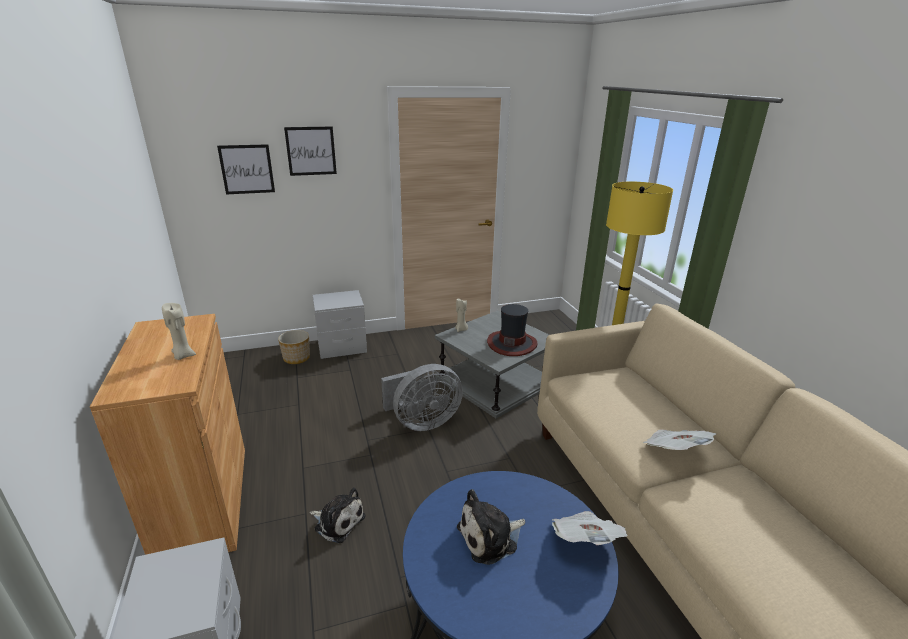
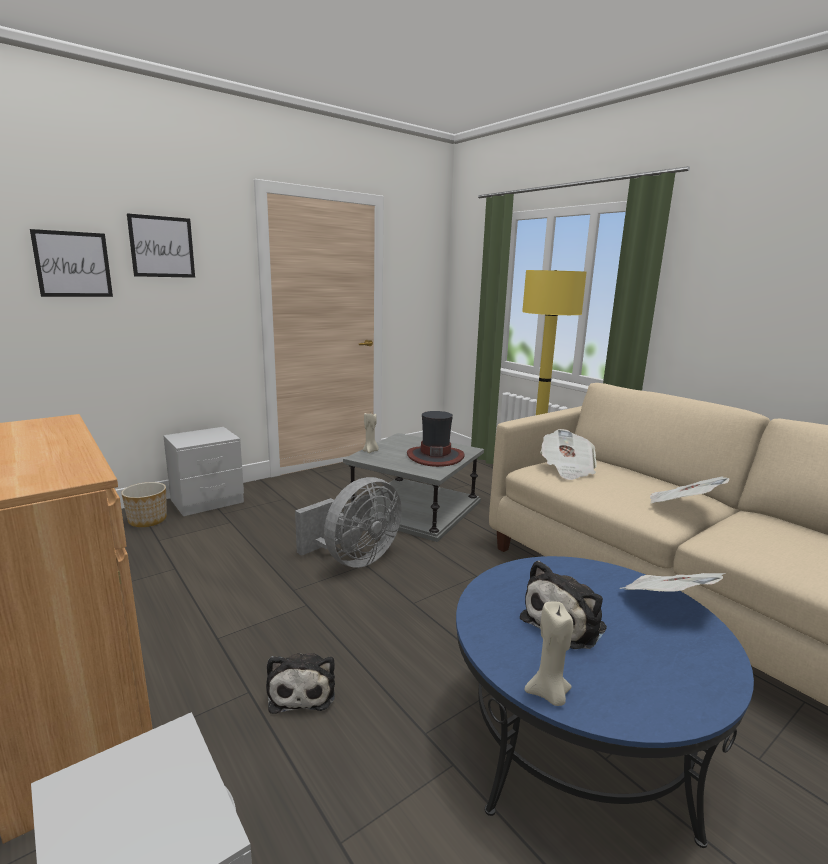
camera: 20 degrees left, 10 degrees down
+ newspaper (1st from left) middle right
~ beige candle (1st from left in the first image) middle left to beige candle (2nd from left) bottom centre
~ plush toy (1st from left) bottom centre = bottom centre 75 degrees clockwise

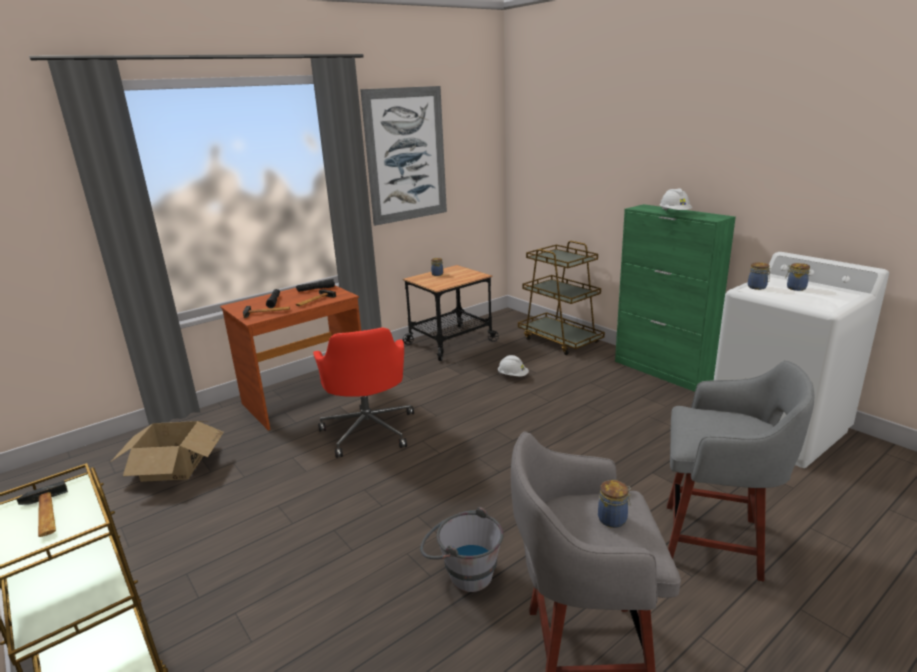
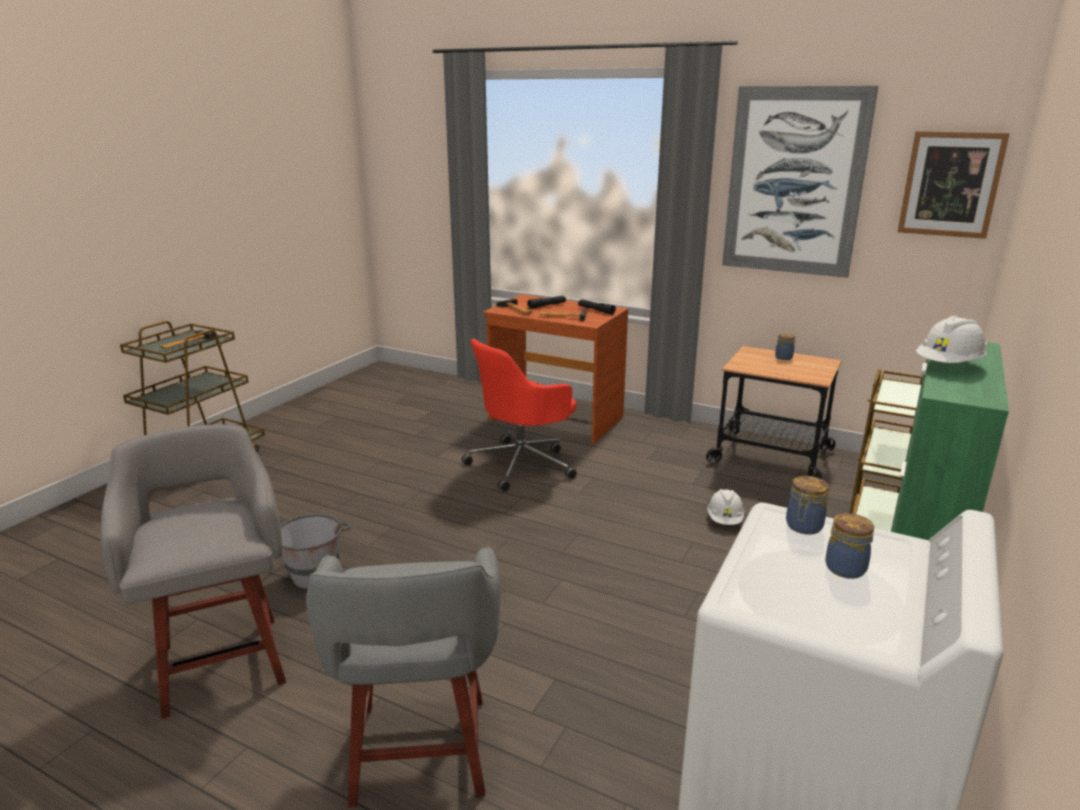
camera: 65 degrees right, 0 degrees up
- cardboard box bottom left
- jar (2nd from left) bottom right
+ picture (2nd from left) top right

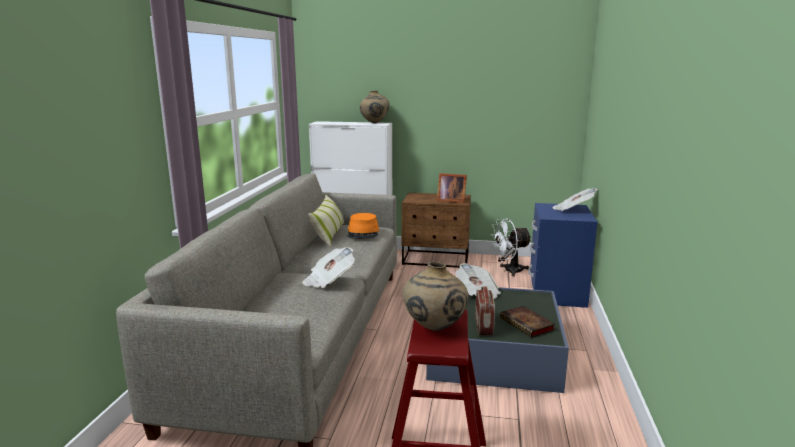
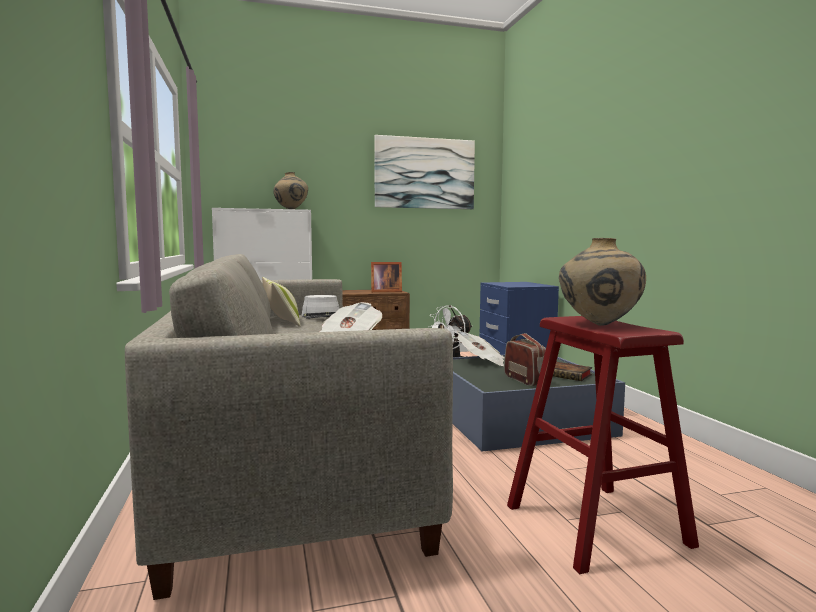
camera: 25 degrees left, 10 degrees down
- newspaper (3rd from left) middle right
+ picture top centre
~ orange hat centre to grey hat centre

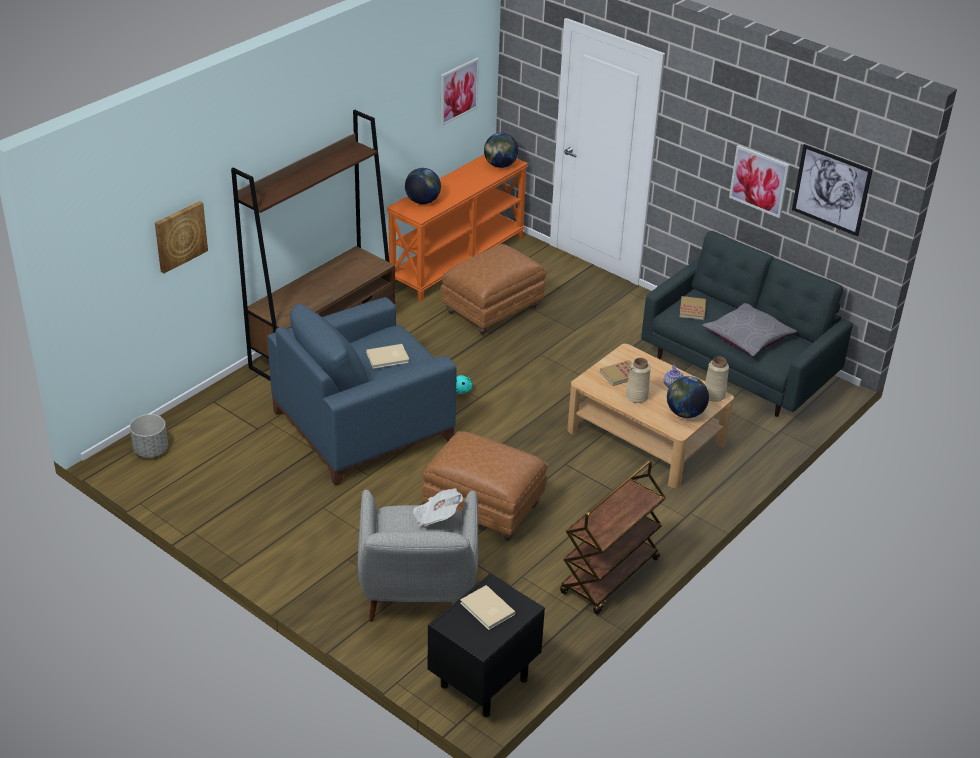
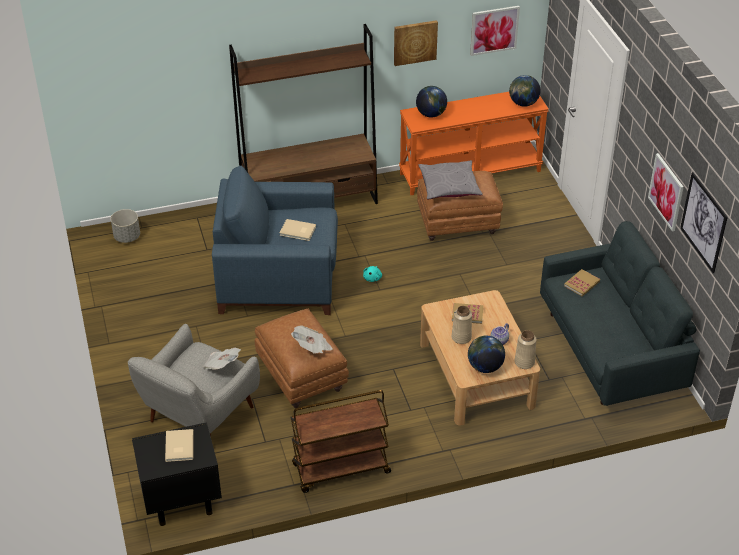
camera: 35 degrees right, 5 degrees up
+ newspaper (2nd from left) centre
~ picture (1st from left) top left to top centre
~ grey pillow middle right to top centre

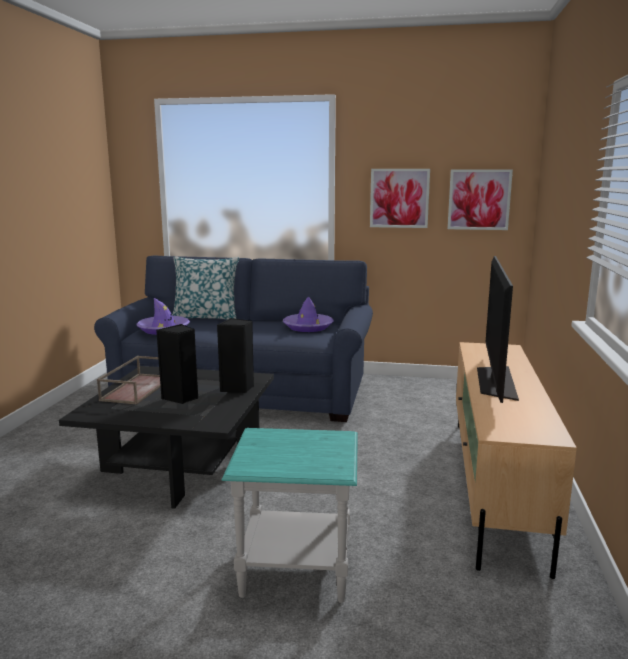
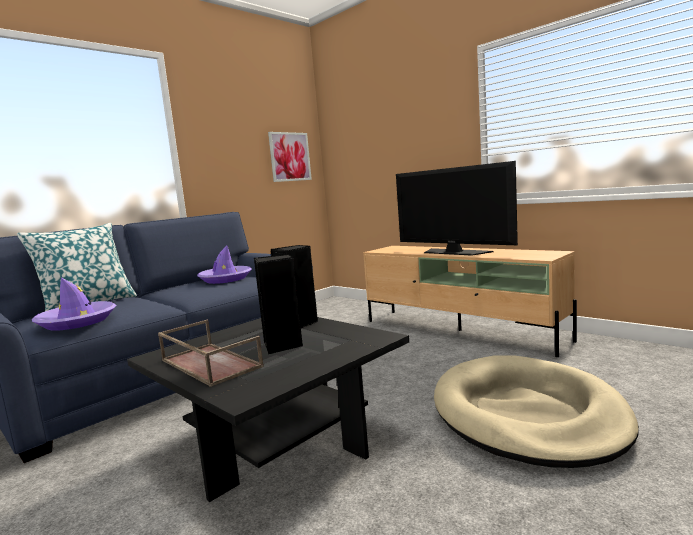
camera: 55 degrees left, 5 degrees down
- picture (1st from left) top centre
~ turquoise side table bottom centre to beige dog bed bottom right

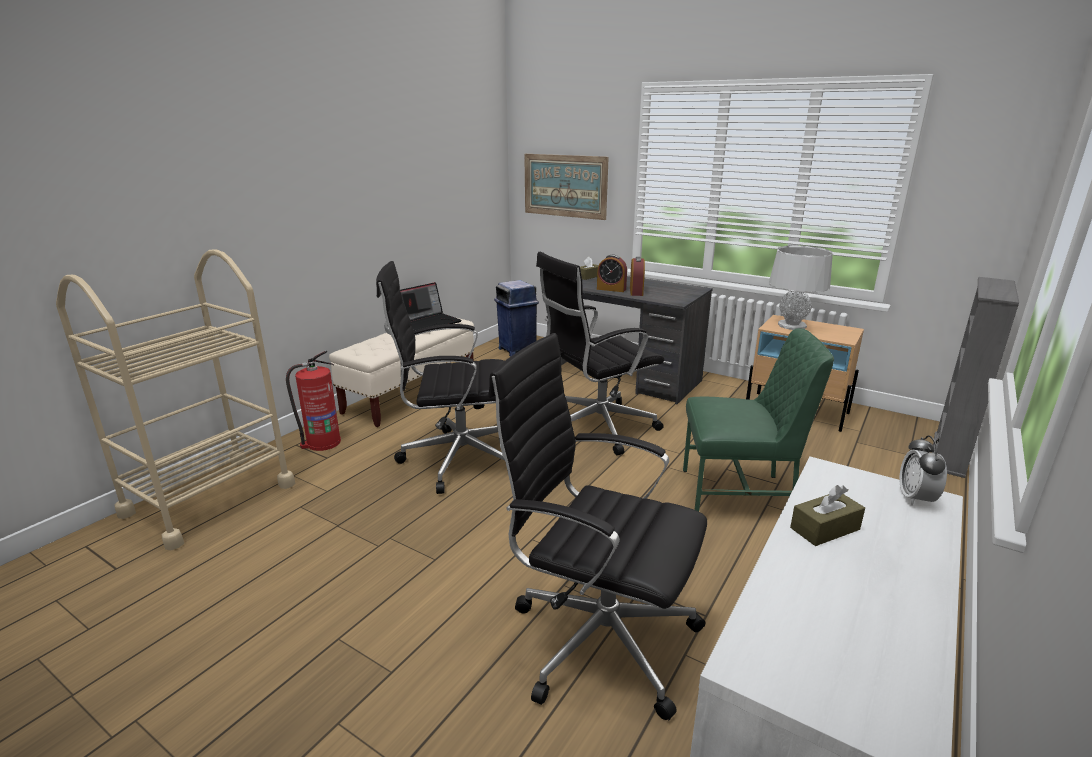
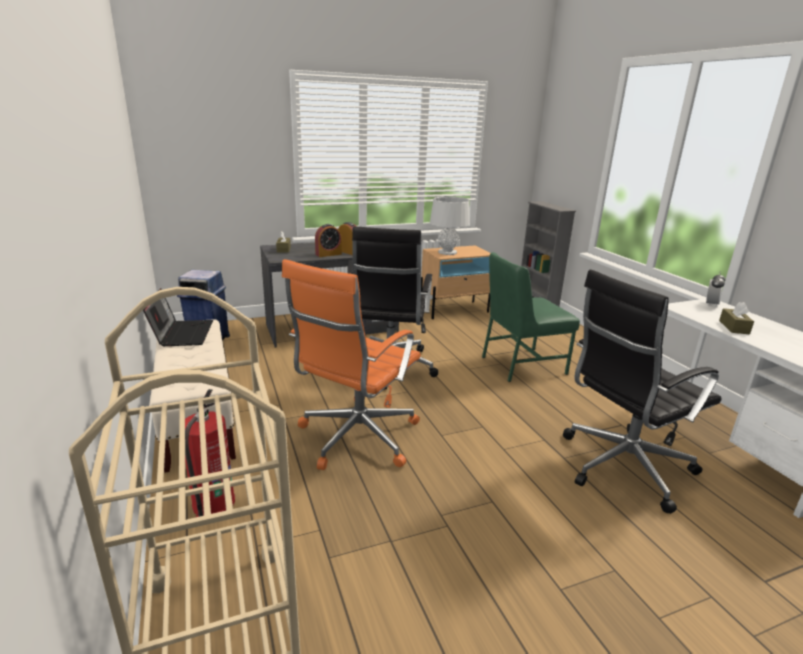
camera: 55 degrees left, 0 degrees up
- picture top centre
~ black office chair (1st from left) centre to orange office chair centre
~ green chair middle right = centre 150 degrees counterclockwise
~ alarm clock (3rd from left) middle right = middle right 105 degrees counterclockwise

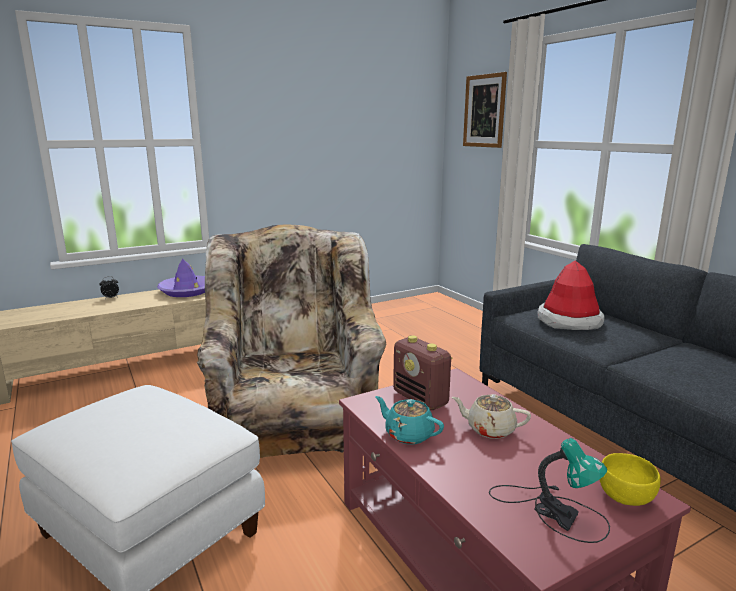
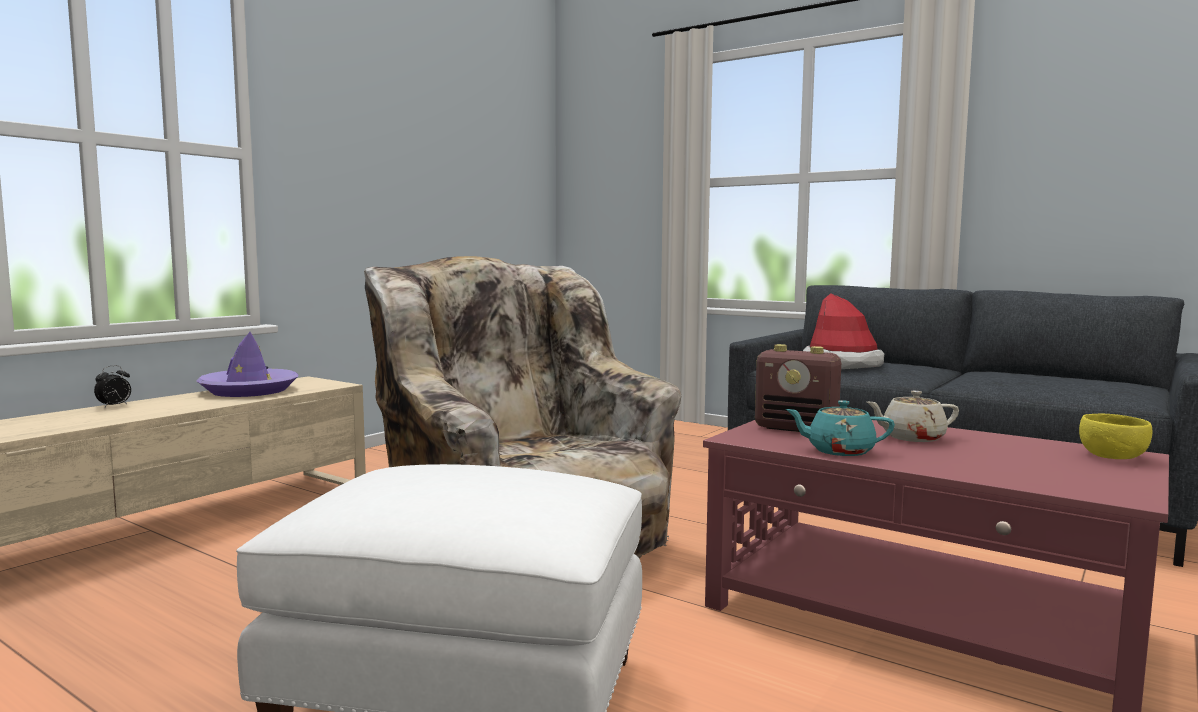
camera: 25 degrees left, 10 degrees down
- picture top centre
- table lamp bottom right

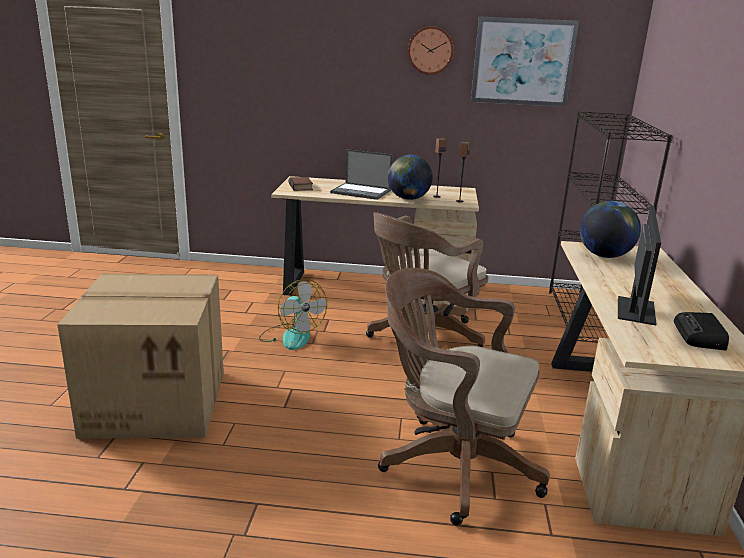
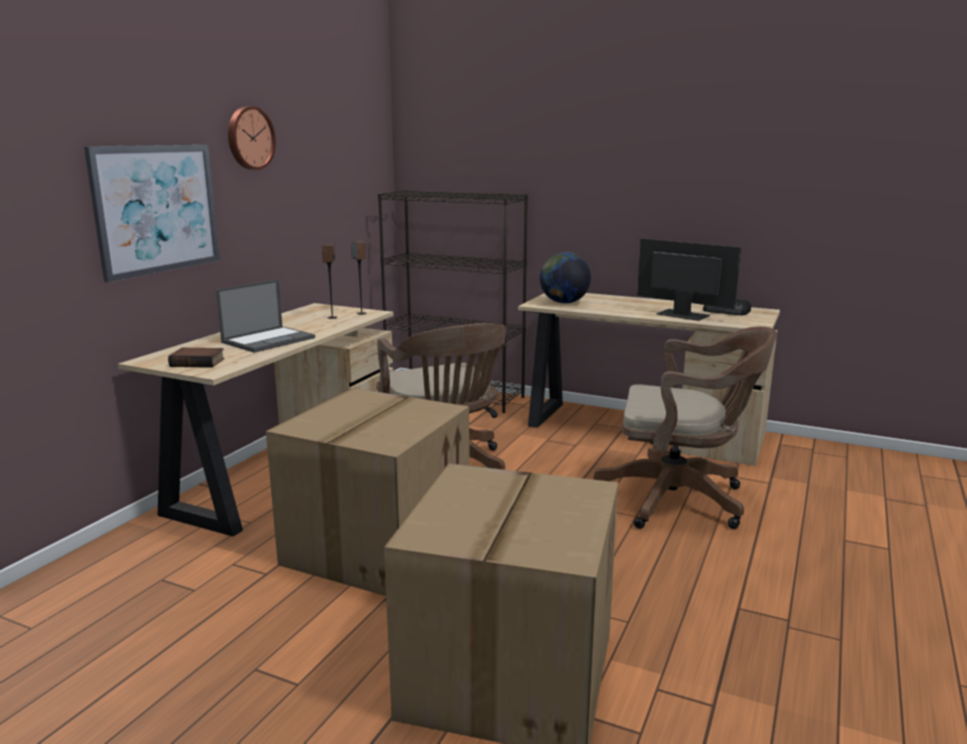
camera: 70 degrees left, 5 degrees down
- globe (1st from left) top centre
~ picture top right to top left
~ fan centre to cardboard box (1st from left) centre
~ brown office chair (2nd from left) bottom centre = middle right 120 degrees counterclockwise

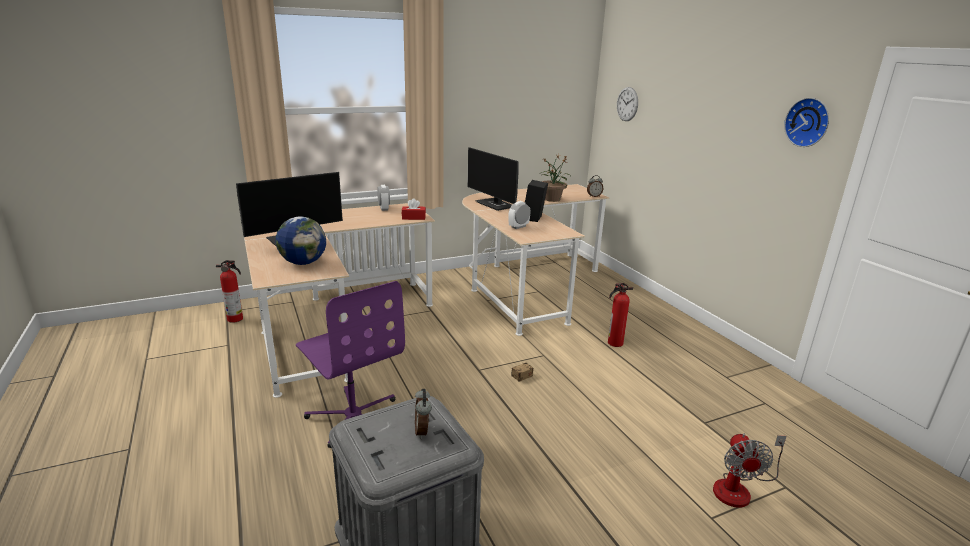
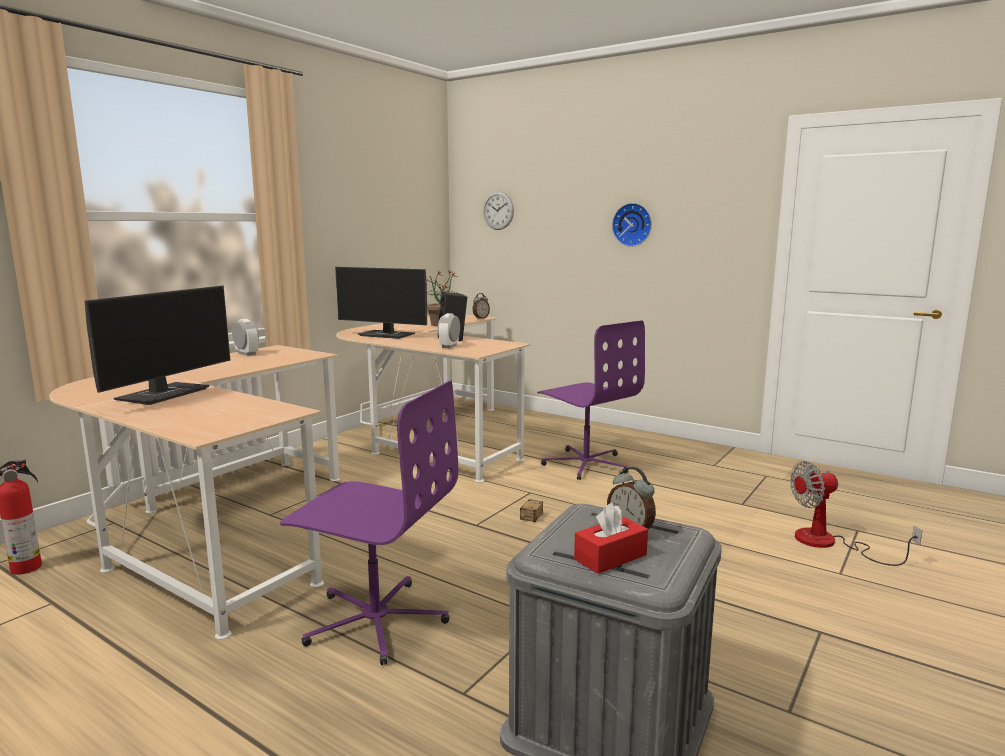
camera: 30 degrees left, 10 degrees down
- globe middle left
~ red tissue box centre to bottom centre
~ wall clock (2nd from left) top right to top centre
~ fire extinguisher (2nd from left) centre to purple office chair (2nd from left) centre
~ fan bottom right = bottom right 105 degrees clockwise

